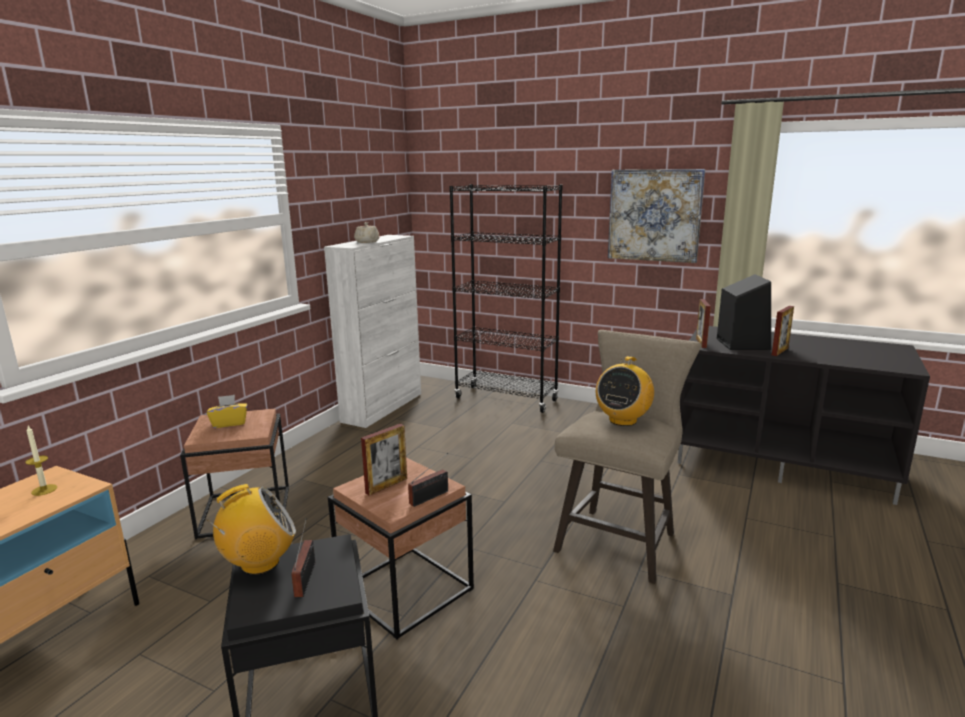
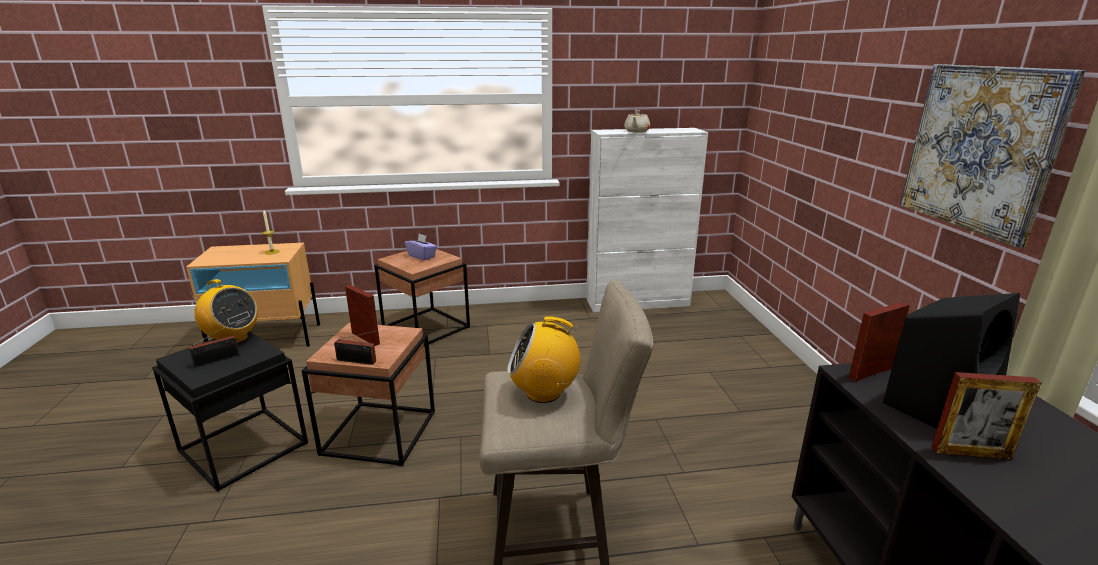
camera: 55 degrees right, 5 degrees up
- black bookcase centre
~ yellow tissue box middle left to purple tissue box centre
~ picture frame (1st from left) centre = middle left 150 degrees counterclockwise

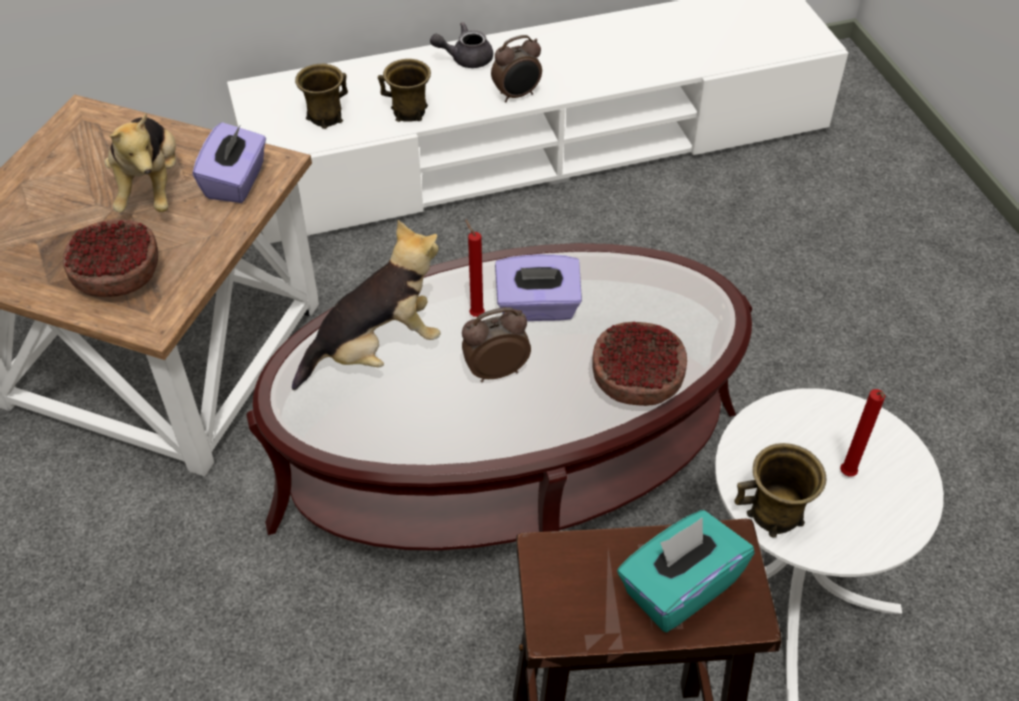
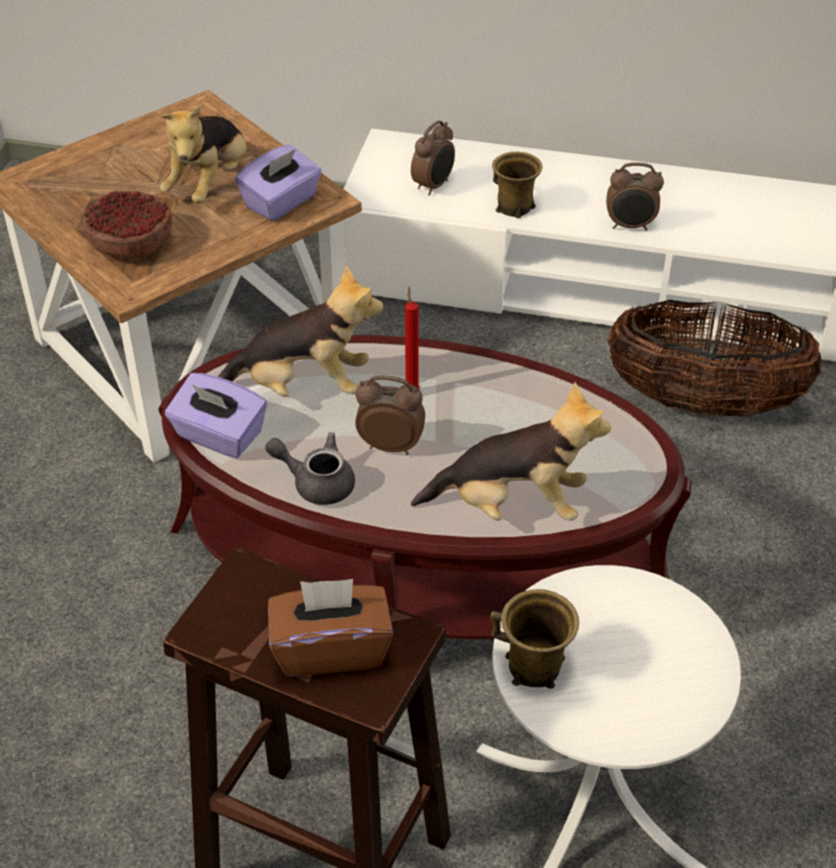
camera: 30 degrees right, 5 degrees down
- red candle (2nd from left) middle right
+ basket middle right
~ grey teapot top centre to centre
~ purple tissue box (2nd from left in the first image) centre to purple tissue box (1st from left) middle left
~ brown mug (1st from left) top left to alarm clock (2nd from left) top centre
~ bowl (2nd from left) centre to plush toy (3rd from left) centre
~ turquoise tissue box bottom right to brown tissue box bottom centre

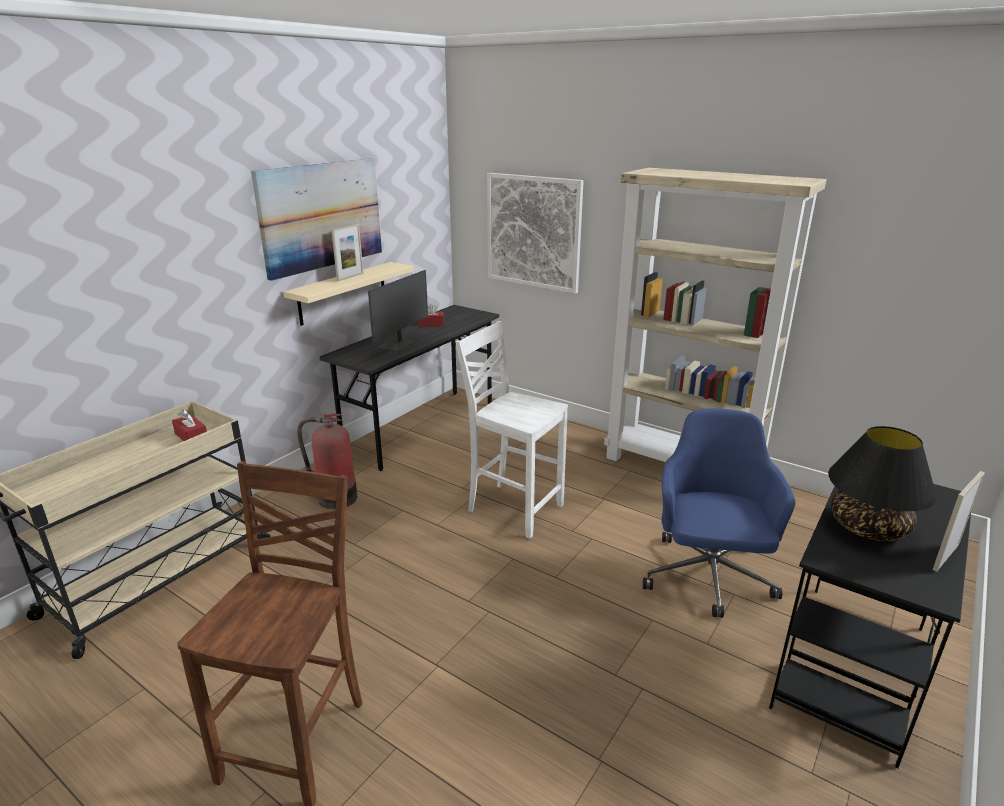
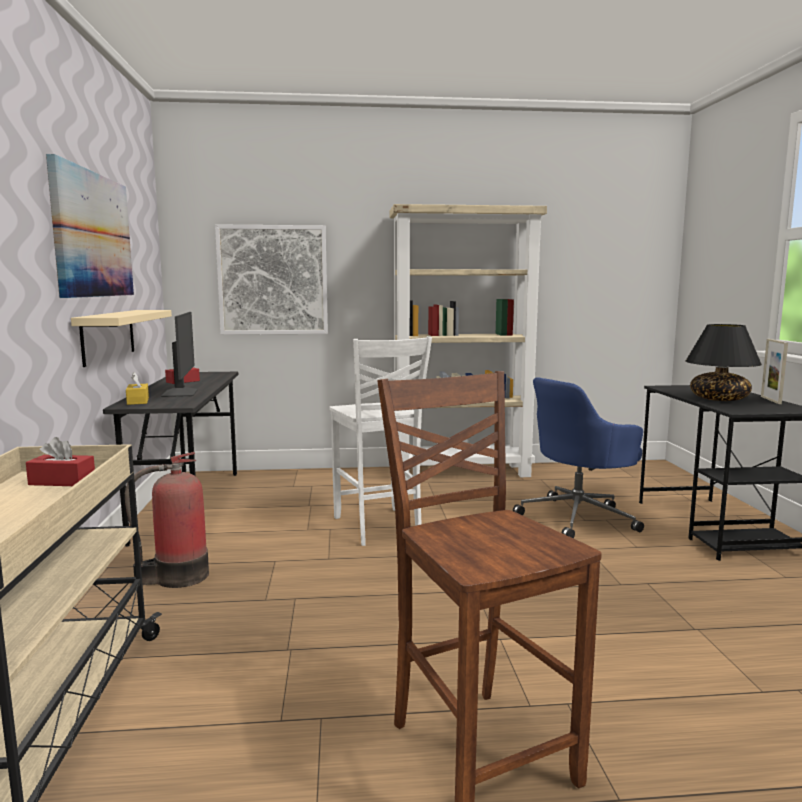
camera: 40 degrees left, 15 degrees down
- picture frame (1st from left) top centre
+ yellow tissue box middle left
~ white chair centre = centre 105 degrees counterclockwise
~ blue office chair middle right = middle right 90 degrees counterclockwise

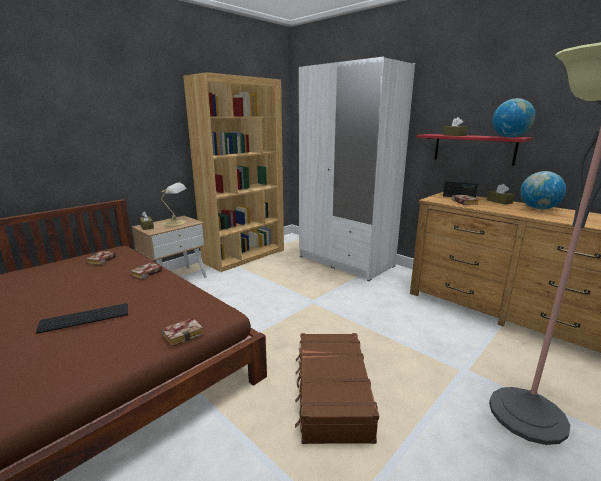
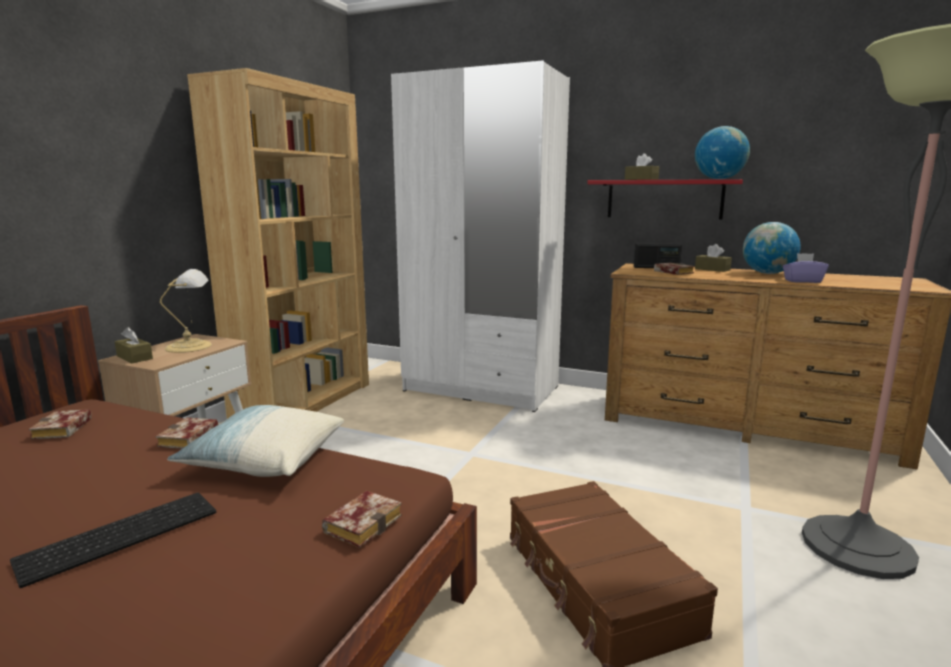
camera: 20 degrees left, 5 degrees down
+ pillow middle left
+ purple tissue box middle right

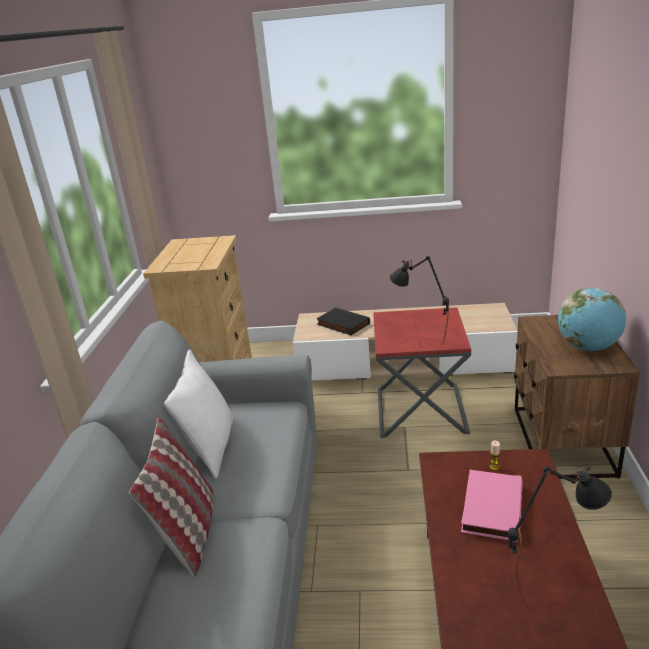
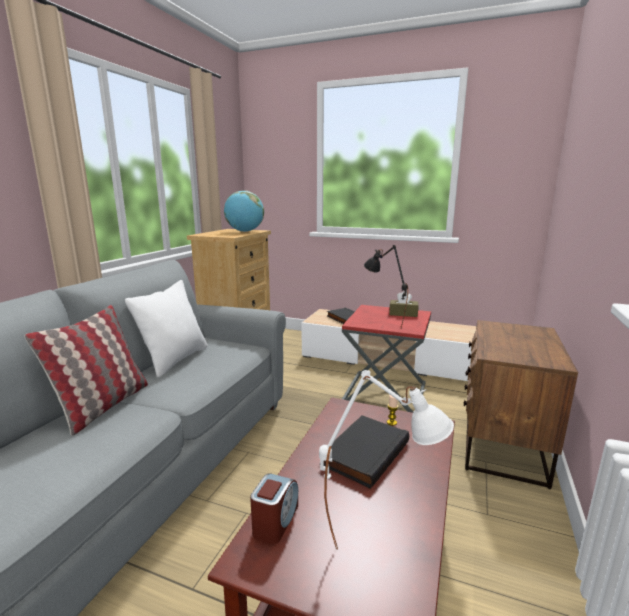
camera: 15 degrees right, 10 degrees down
+ alarm clock bottom centre
+ brown tissue box centre
~ globe middle right to centre
~ pink book bottom right to black book (2nd from left) bottom centre
~ black table lamp (2nd from left) bottom right to white table lamp bottom centre

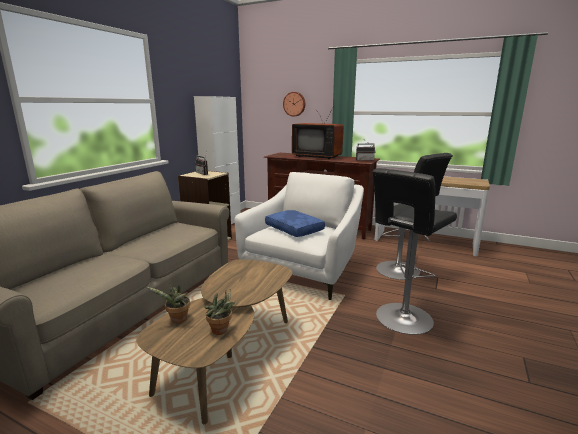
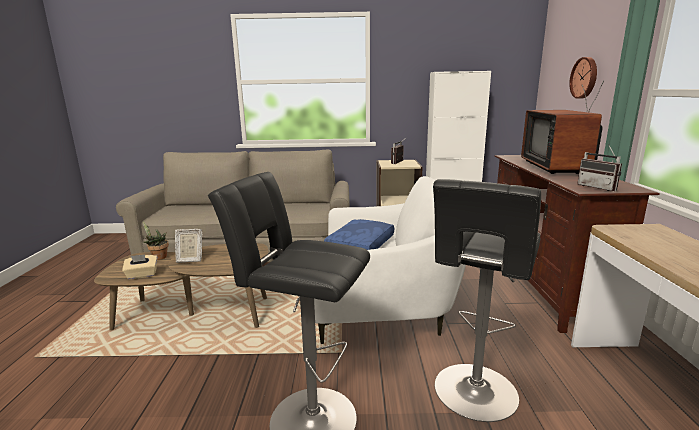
camera: 65 degrees right, 0 degrees up
+ picture frame middle left
~ potted plant (2nd from left) bottom centre to beige tissue box middle left

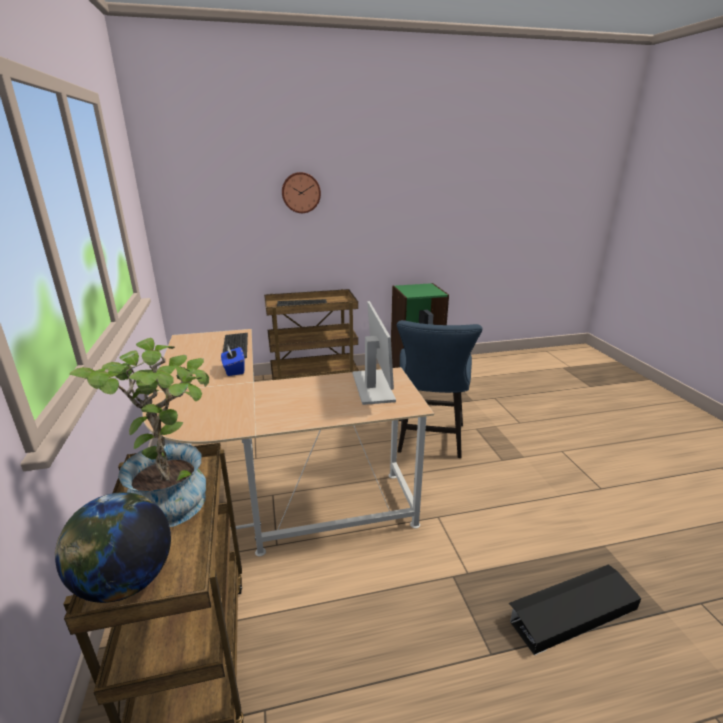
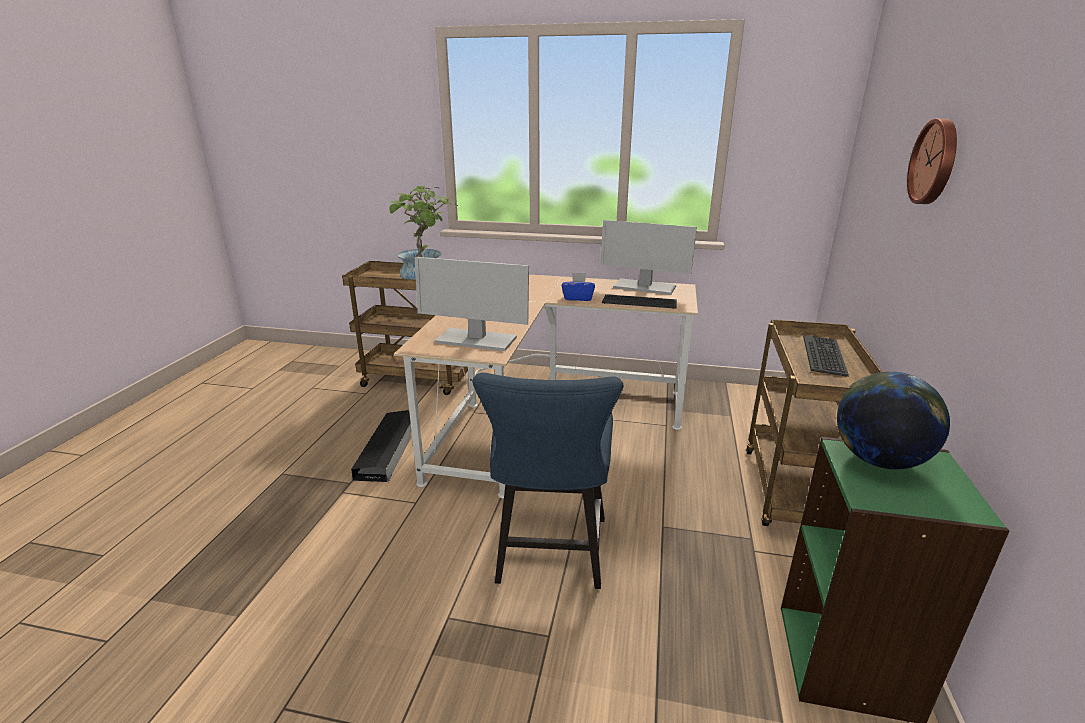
camera: 115 degrees right, 0 degrees up
+ monitor (2nd from left) centre
~ globe bottom left to middle right
~ black storage box bottom right to centre
~ blue chair centre = centre 120 degrees counterclockwise

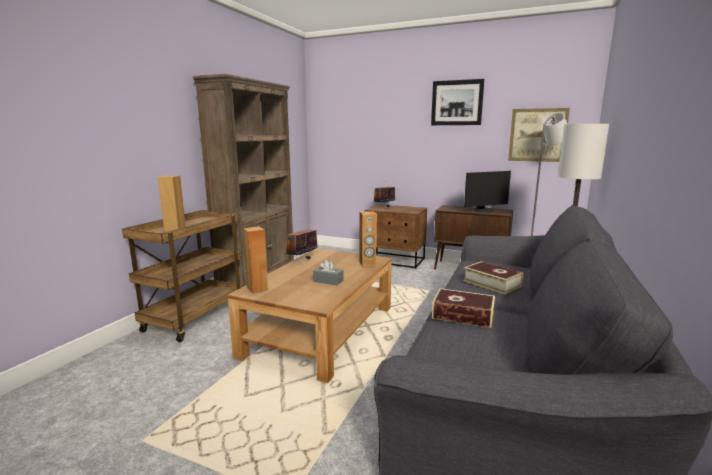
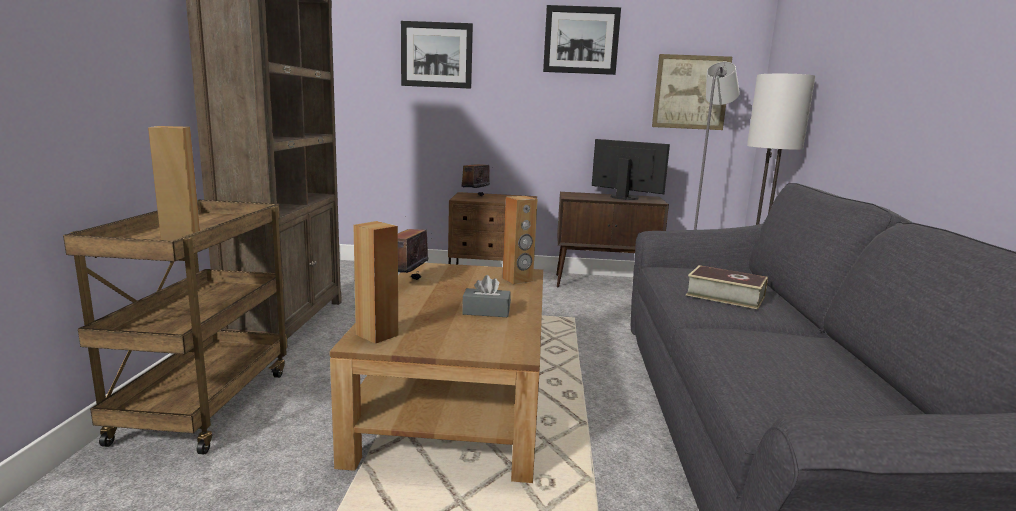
camera: 20 degrees left, 0 degrees up
- book (1st from left) centre
+ picture (1st from left) top centre
~ monitor middle right = top centre 105 degrees counterclockwise

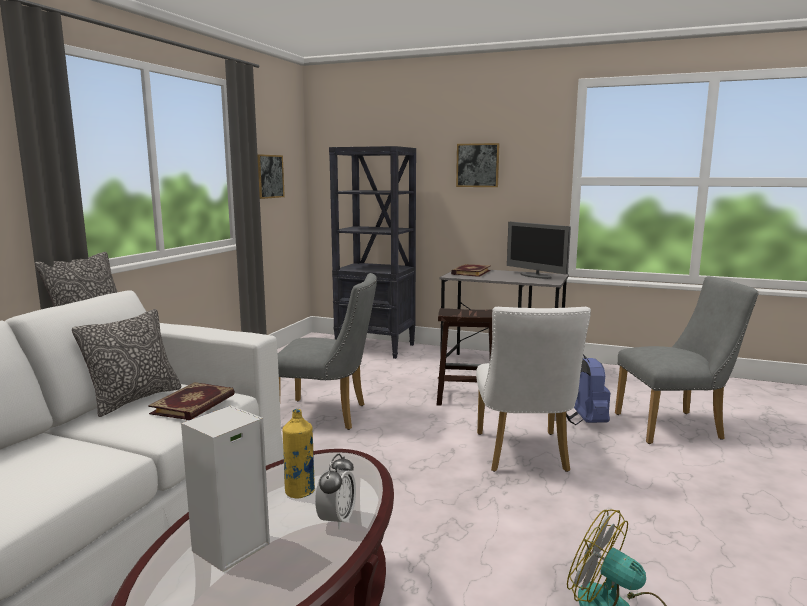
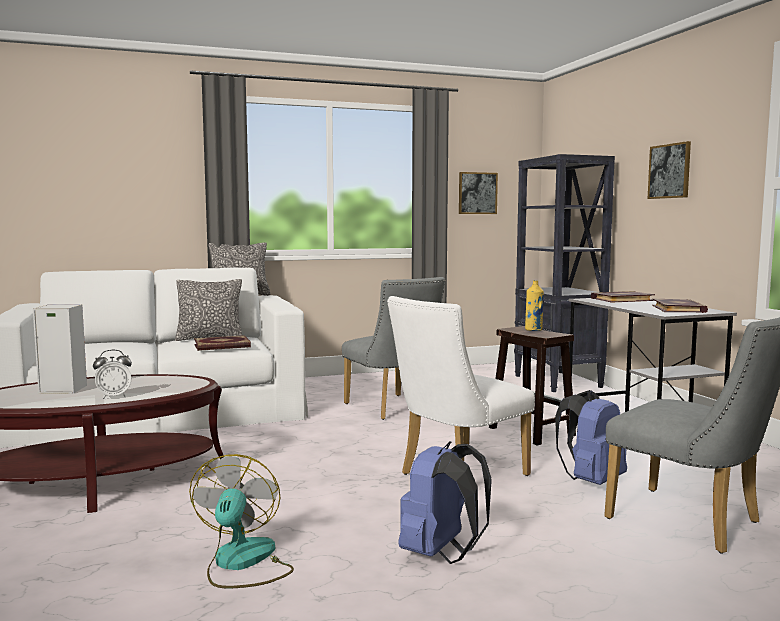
camera: 50 degrees right, 5 degrees down
+ blue backpack (1st from left) bottom centre
~ yellow bottle bottom centre to middle right
~ monitor middle right to book (3rd from left) middle right

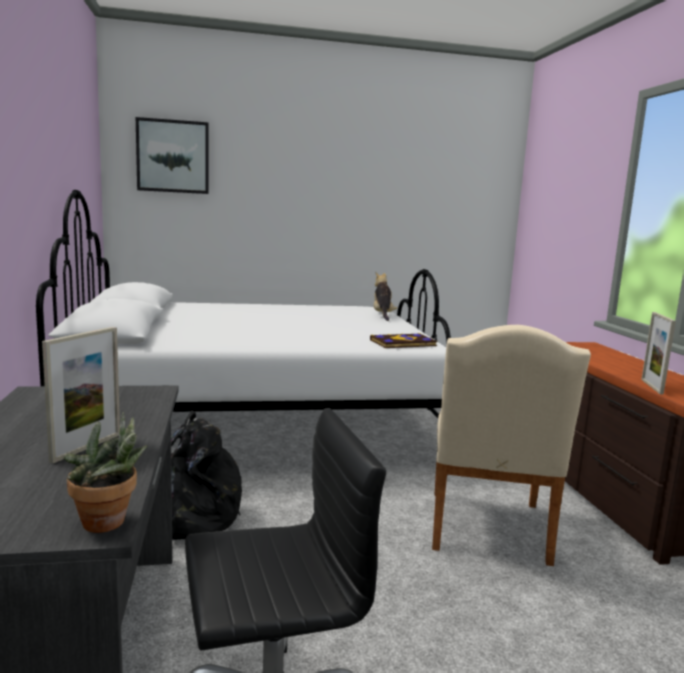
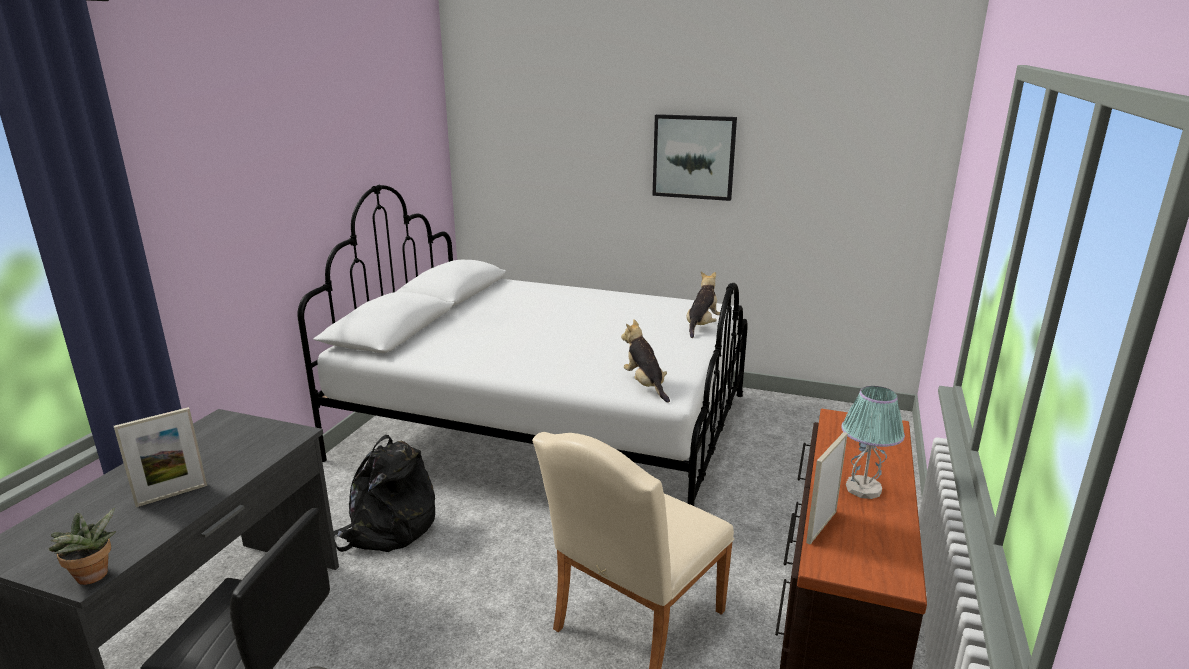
camera: 30 degrees right, 10 degrees up
+ table lamp middle right
~ picture top left to top centre
~ book centre to plush toy (1st from left) centre

